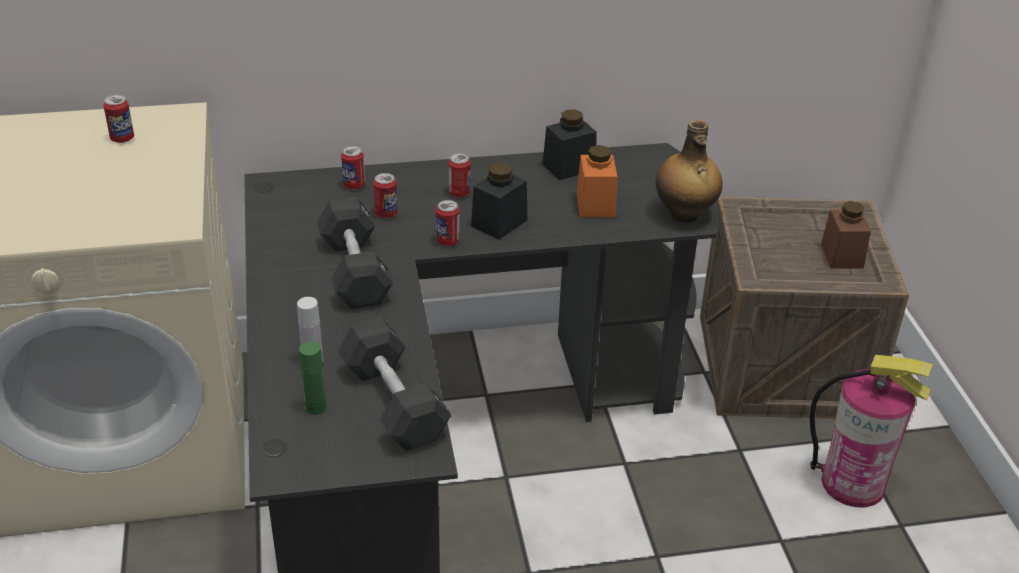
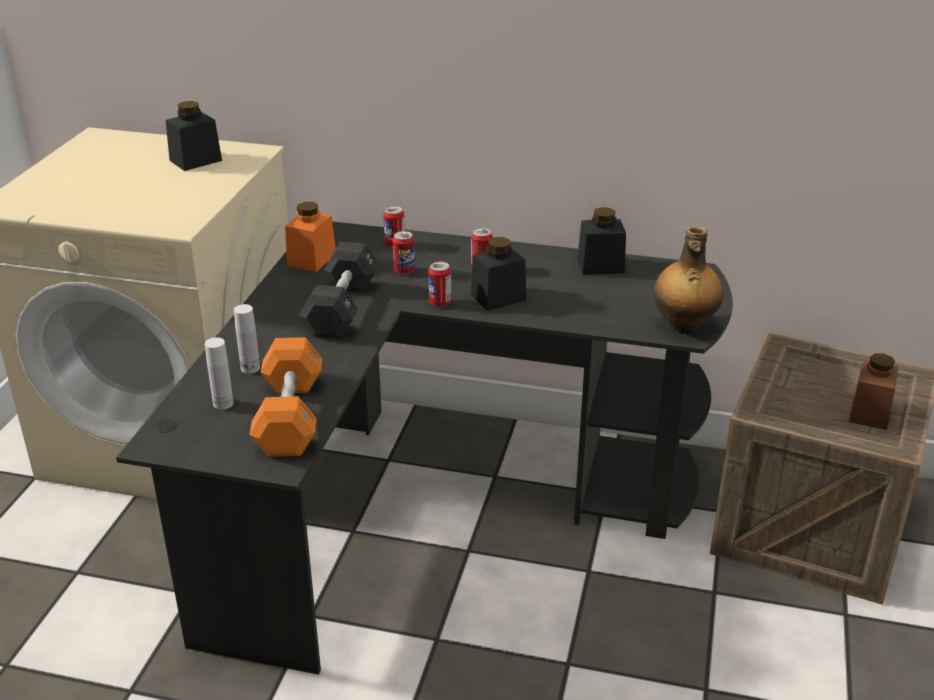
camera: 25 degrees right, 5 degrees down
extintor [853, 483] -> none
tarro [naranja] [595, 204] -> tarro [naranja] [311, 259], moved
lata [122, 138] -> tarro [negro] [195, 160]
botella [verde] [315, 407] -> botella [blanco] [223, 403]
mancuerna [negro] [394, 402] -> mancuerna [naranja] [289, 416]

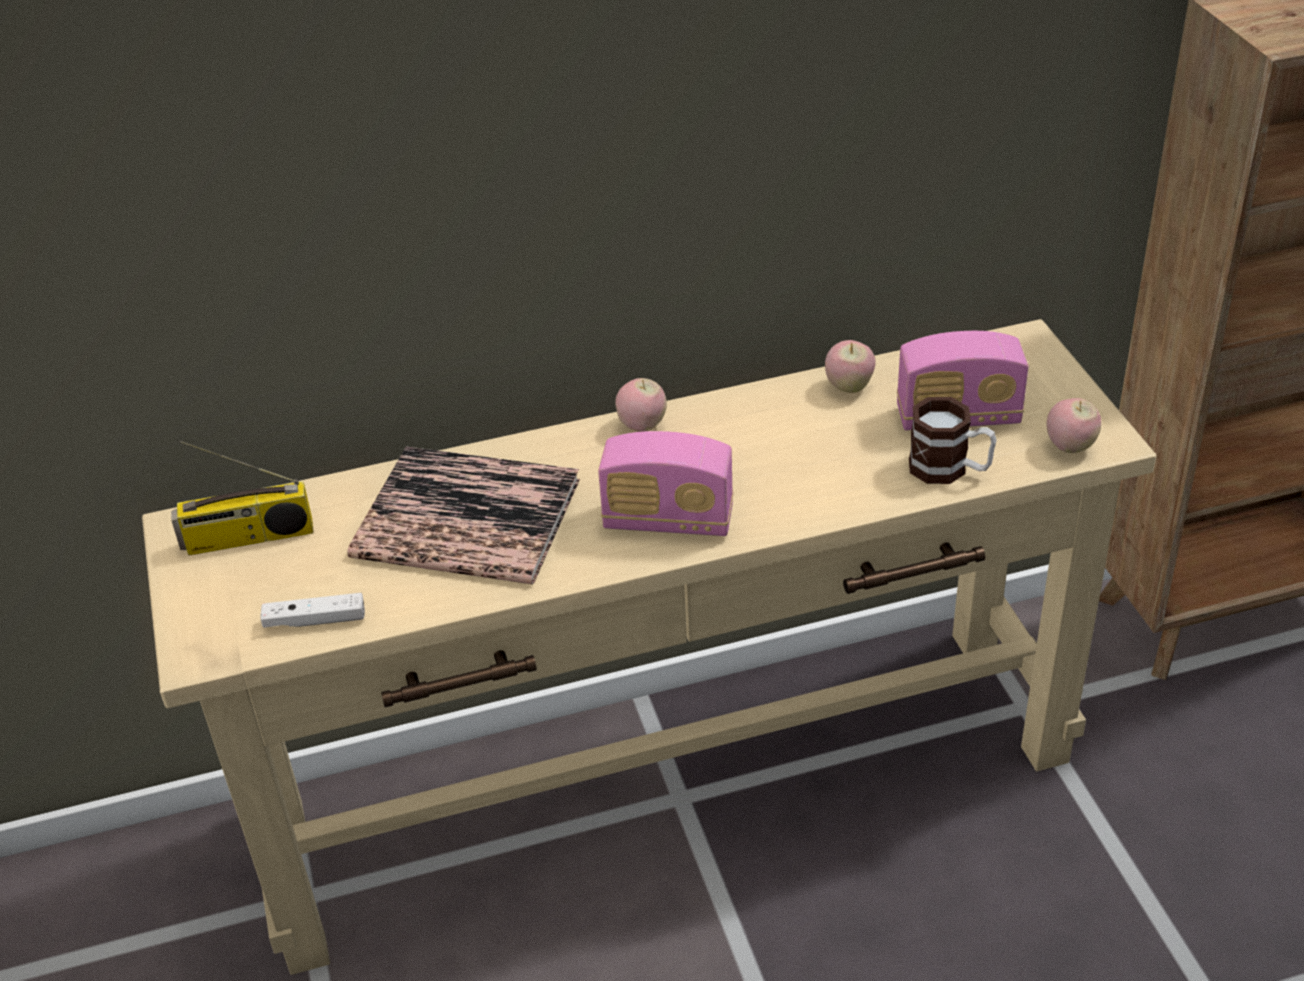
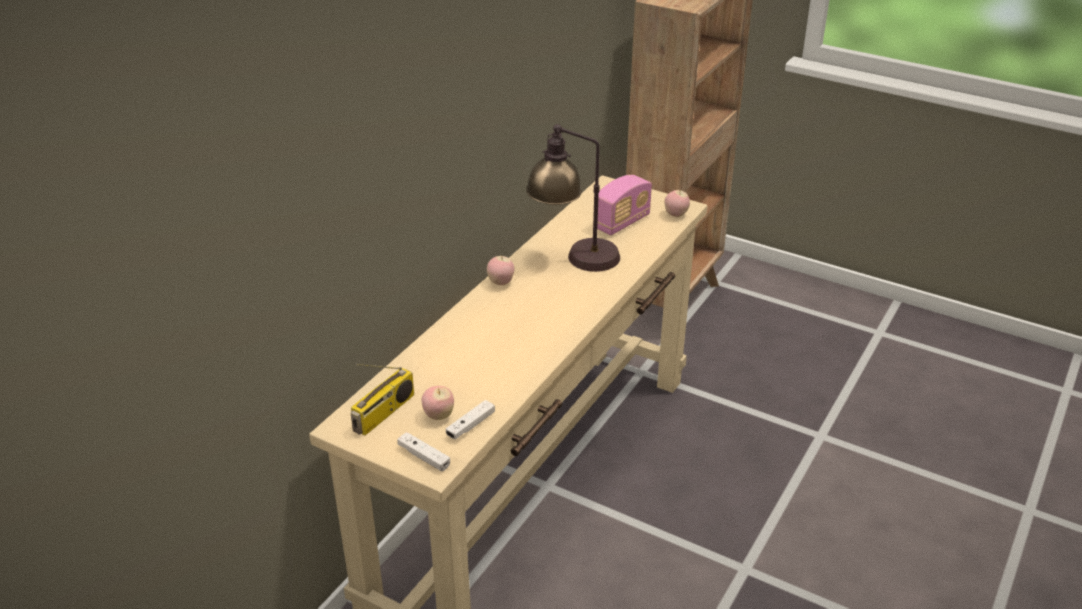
camera: 45 degrees left, 5 degrees down
libro [467, 519] -> none
radio [668, 521] -> none
taza grande [949, 469] -> none
none -> mando de consola [blanco] [424, 457]
none -> lámpara de mesa [573, 258]
manzana [849, 387] -> manzana [439, 415], moved

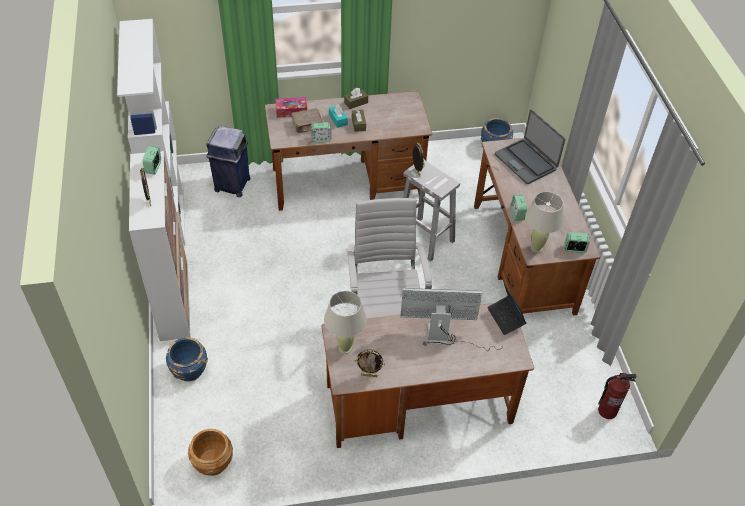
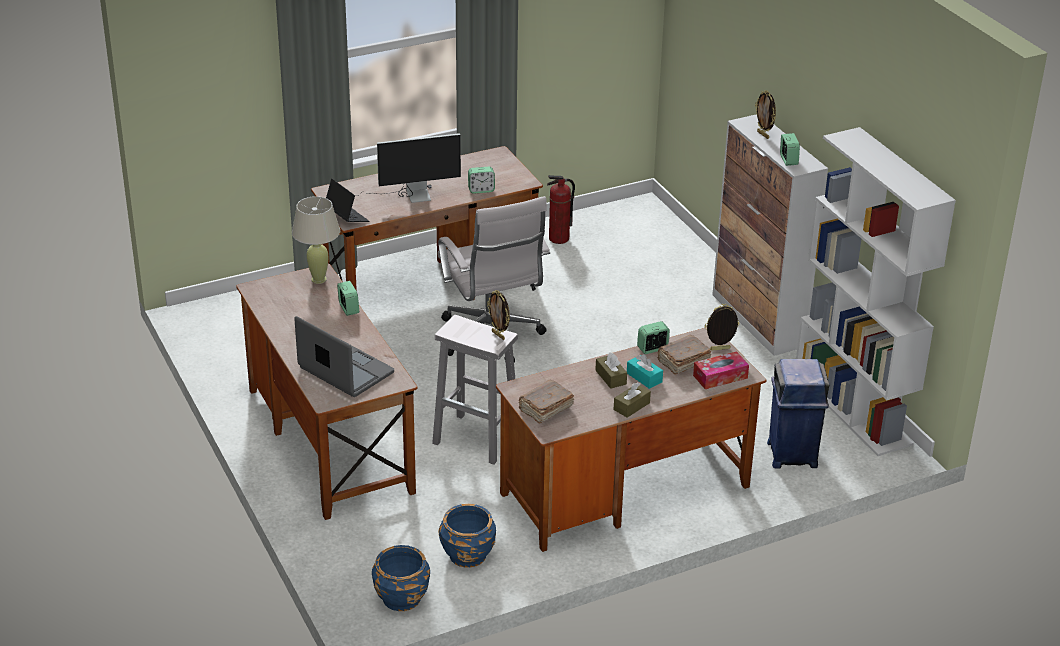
camera: 165 degrees right, 15 degrees down
maceta [marrón] [212, 462] -> none
lámpara de mesa [beis] [345, 348] -> none
none -> libro [marrón] [545, 409]
maceta [azul] [189, 370] -> maceta [azul] [467, 554], moved
portarretratos [369, 375] -> portarretratos [720, 349], moved
despertador [574, 249] -> despertador [481, 190], moved
extintor [607, 410] -> extintor [559, 239], moved

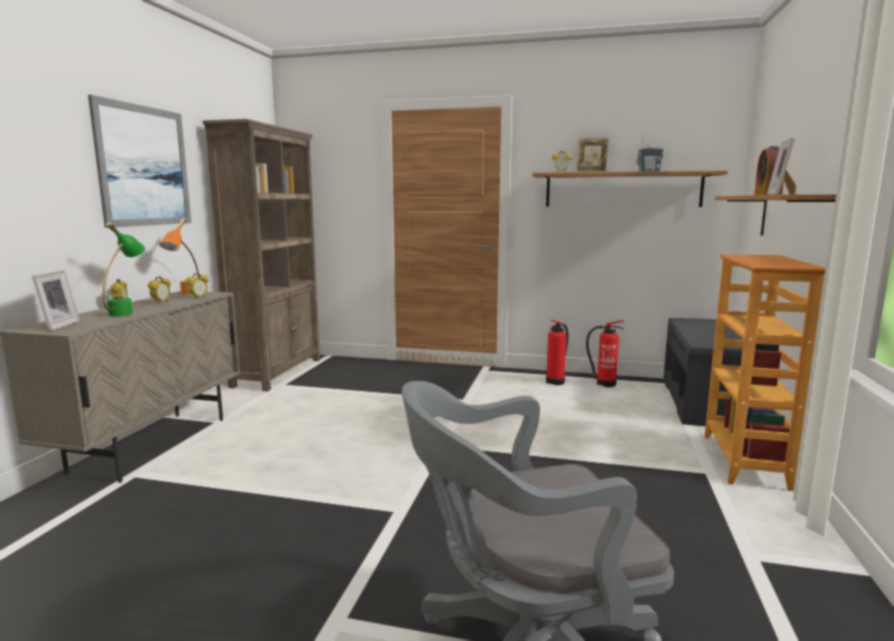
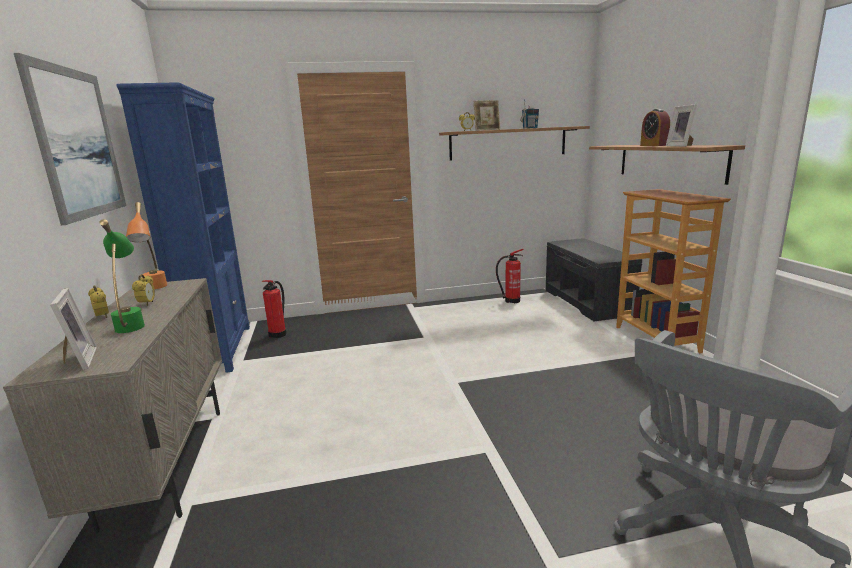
camera: 25 degrees left, 5 degrees up
despertador [198, 298] -> none
extintor [556, 381] -> extintor [279, 334], moved
estantería [marrón] [278, 372] -> estantería [azul] [220, 349]

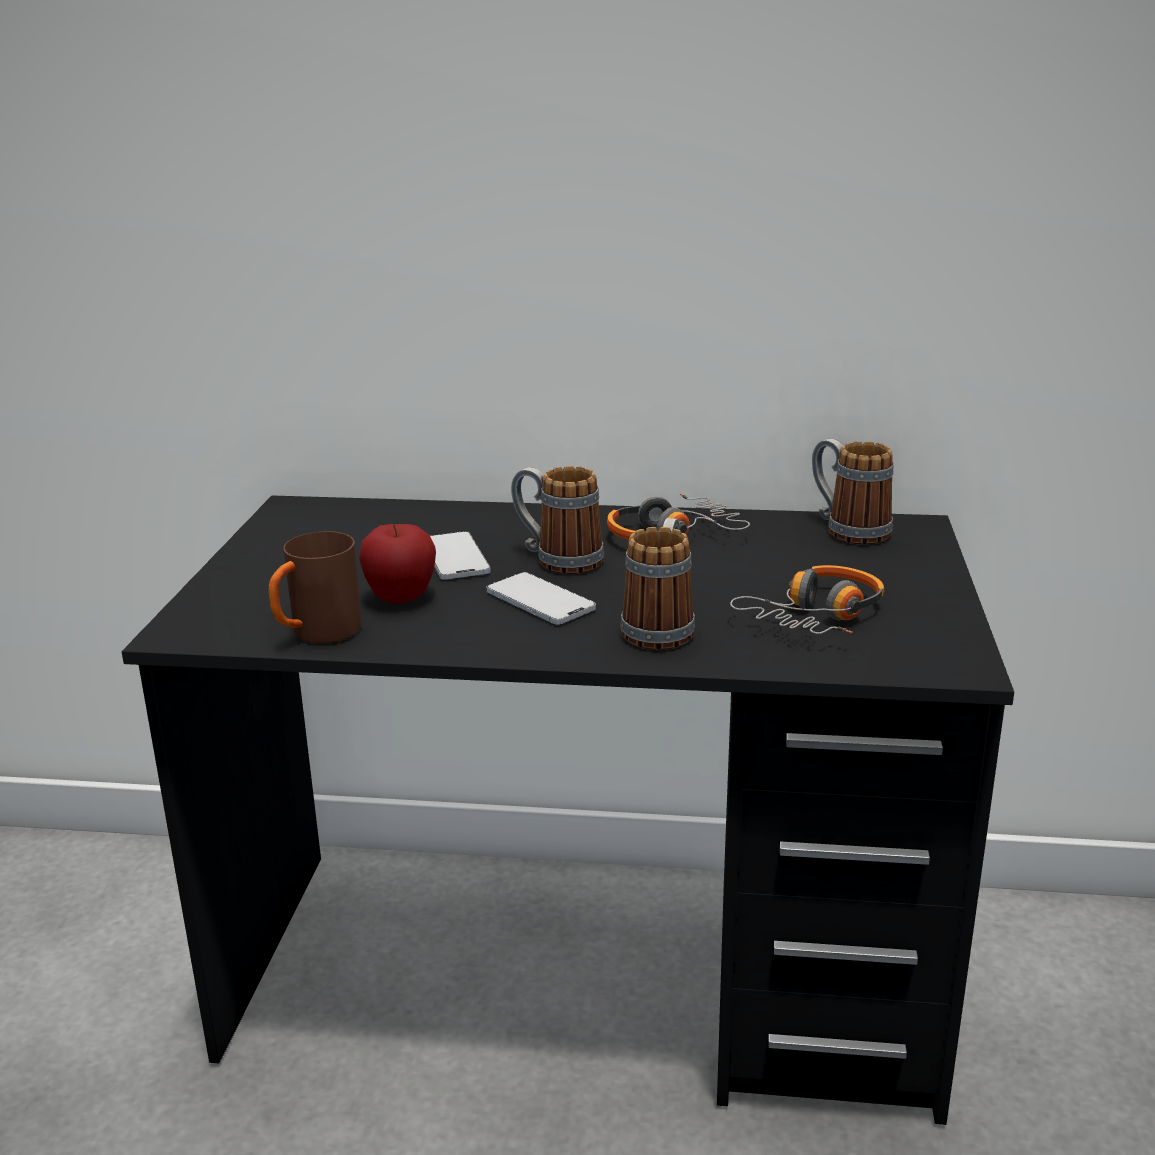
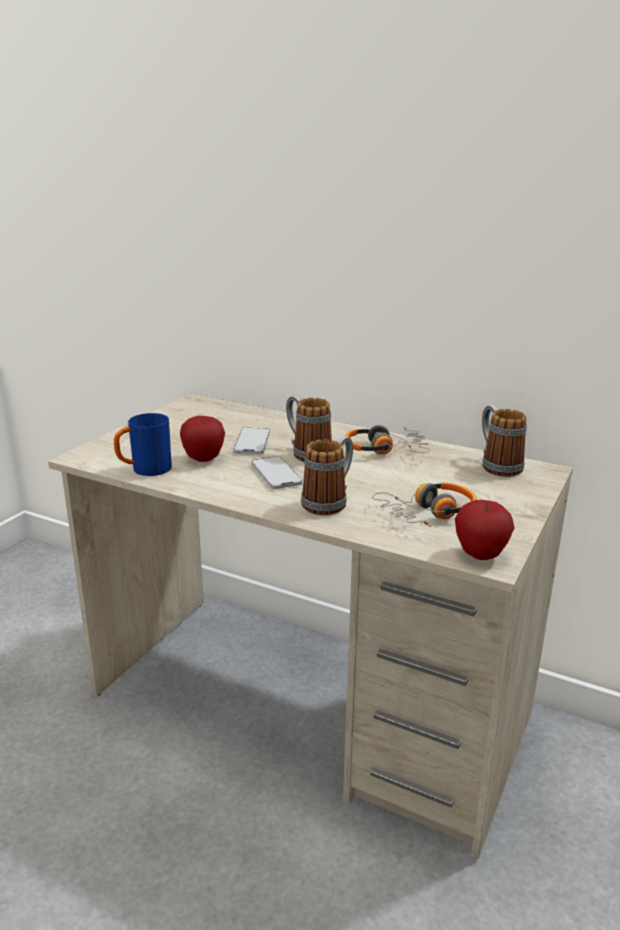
camera: 20 degrees right, 0 degrees up
none -> manzana [480, 555]
escritorio [negro] [586, 977] -> escritorio [beis] [309, 705]
taza grande [marrón] [316, 635] -> taza grande [azul] [144, 470]

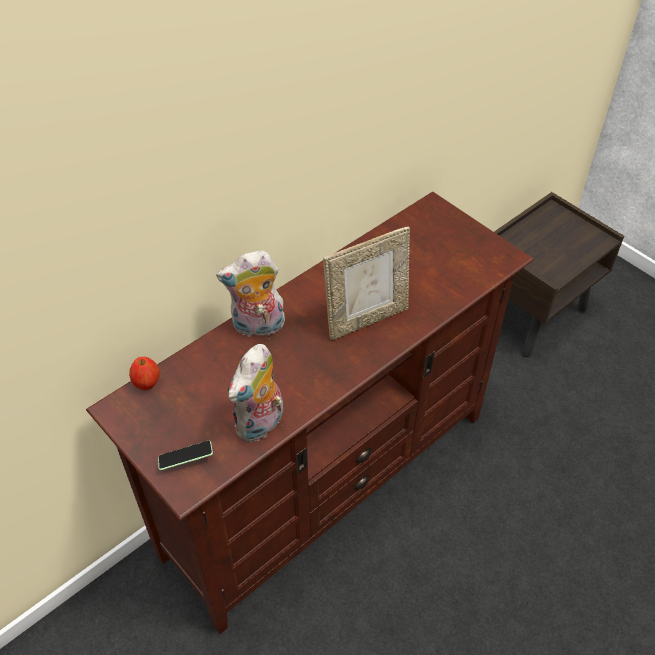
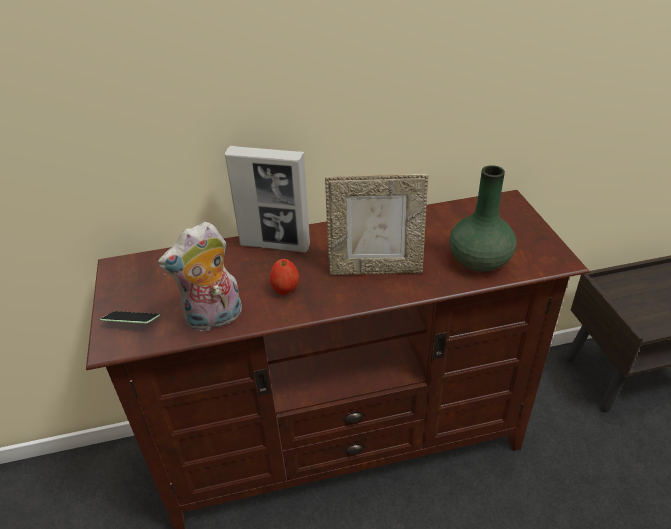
camera: 30 degrees right, 10 degrees down
none -> florero [verde] [480, 261]
manzana [147, 383] -> manzana [285, 290], moved
peluche [257, 327] -> portarretratos [275, 245]

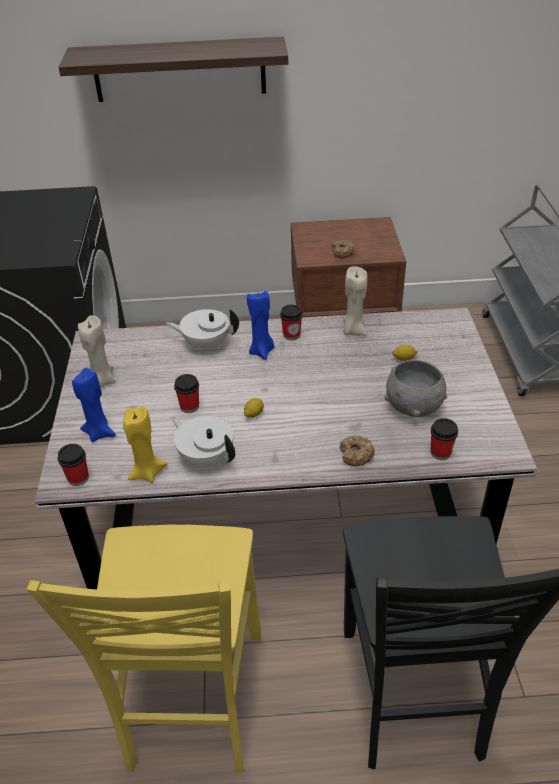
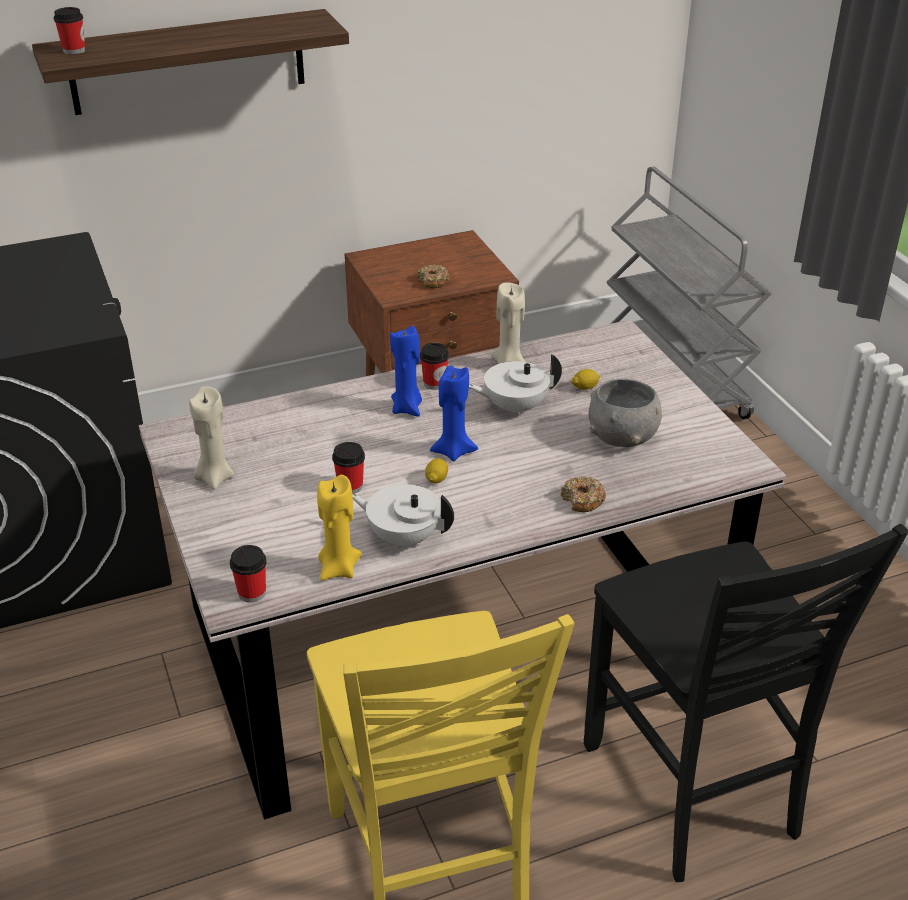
camera: 20 degrees left, 5 degrees down
vela [azul] [99, 432] -> vela [azul] [453, 451], moved
tetera [blanco] [206, 344] -> tetera [blanco] [514, 407], moved
taza [440, 452] -> taza [74, 50], moved

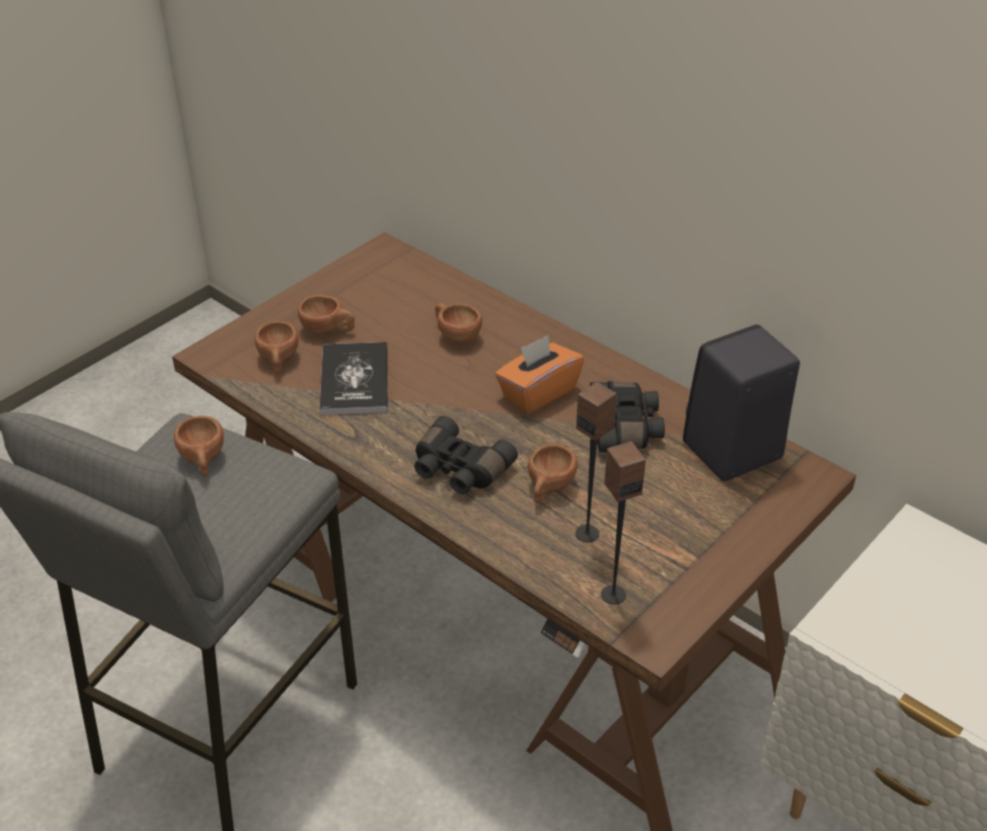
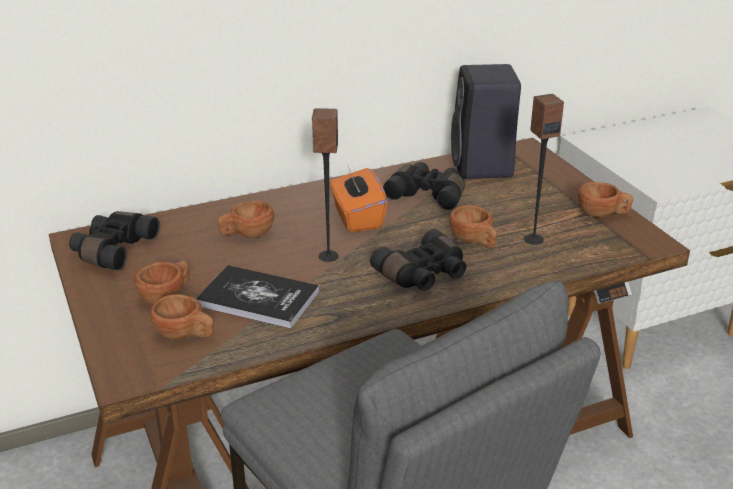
camera: 65 degrees left, 10 degrees down
none -> prismáticos [negro] [112, 250]
taza [marrón] [203, 461] -> taza [marrón] [602, 214], moved
altavoz [613, 594] -> altavoz [328, 256], moved

